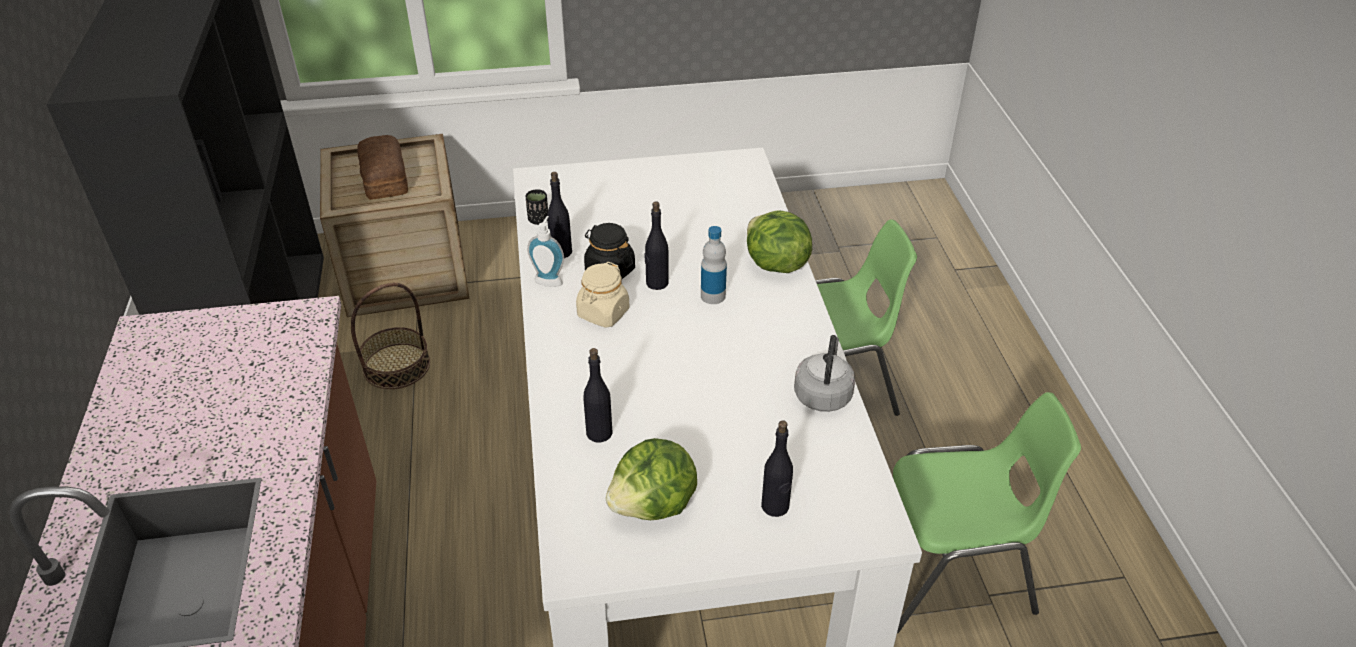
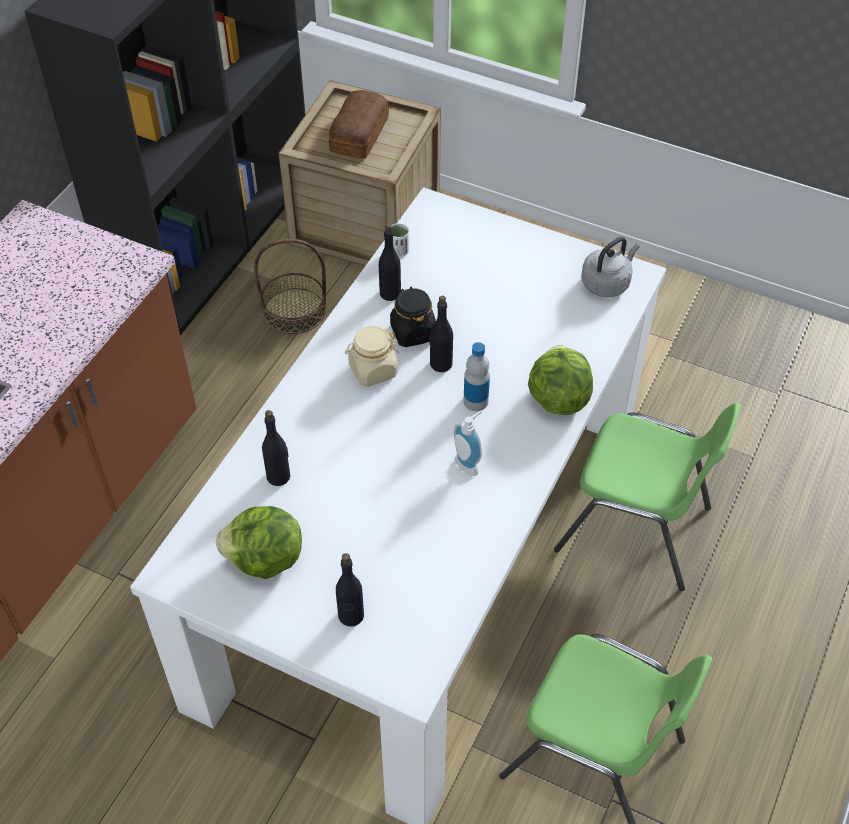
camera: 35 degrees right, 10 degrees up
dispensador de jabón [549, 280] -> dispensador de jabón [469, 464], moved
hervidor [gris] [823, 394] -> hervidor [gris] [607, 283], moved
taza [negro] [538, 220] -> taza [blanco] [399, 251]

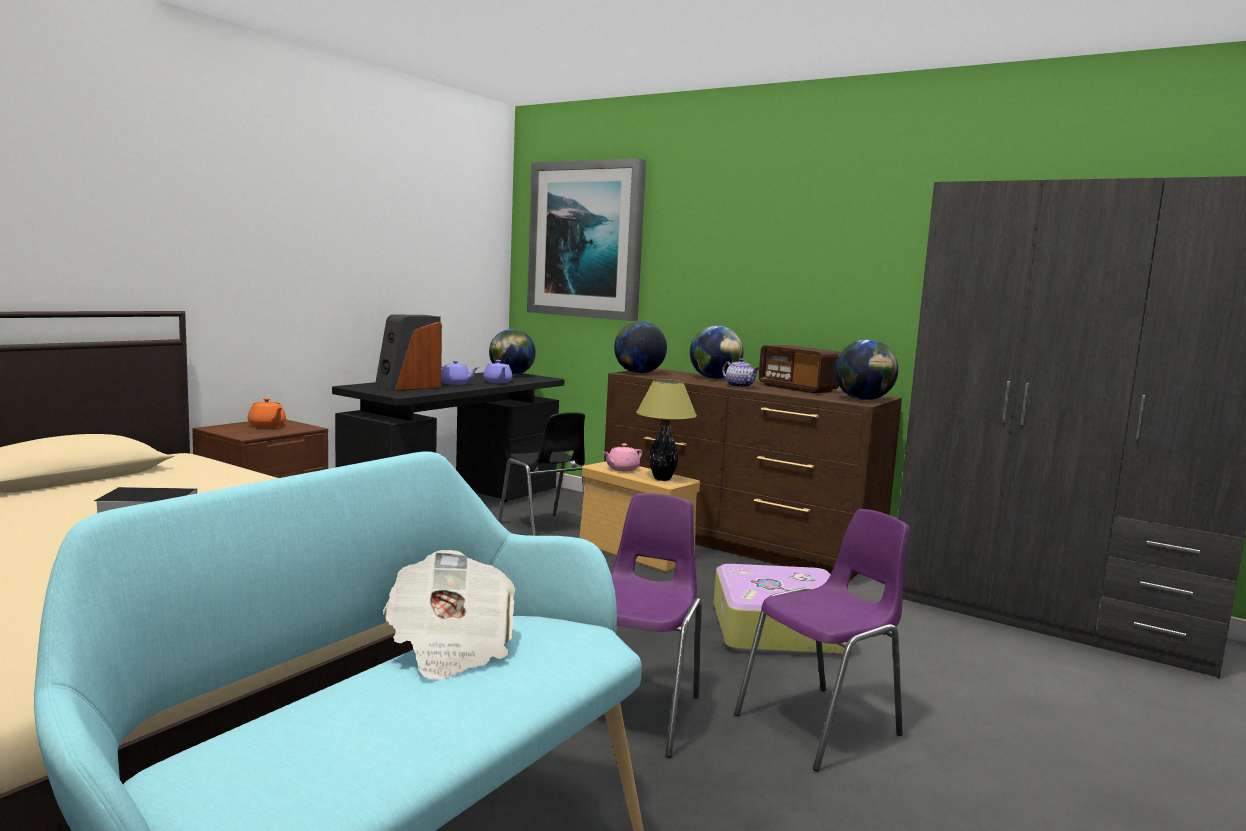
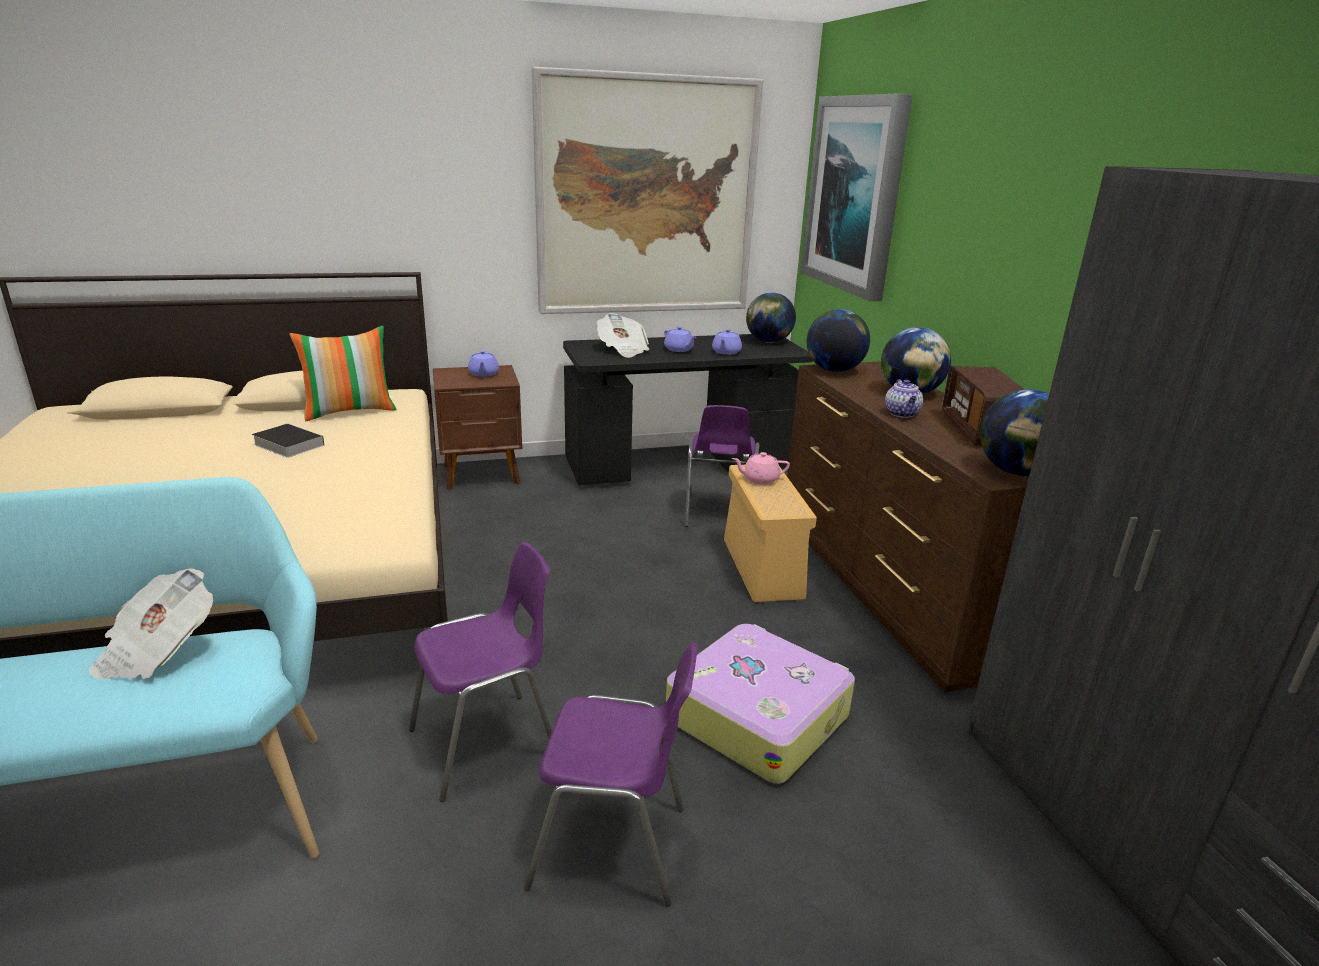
camera: 40 degrees right, 15 degrees up
lámpara de mesa [662, 479] -> none
none -> cojín [350, 411]
none -> cuadro [646, 197]
altavoz [408, 387] -> periódico [622, 350]
tetera [naranja] [267, 425] -> tetera [morado] [483, 374]
silla [negro] [544, 529] -> silla [morado] [718, 514]

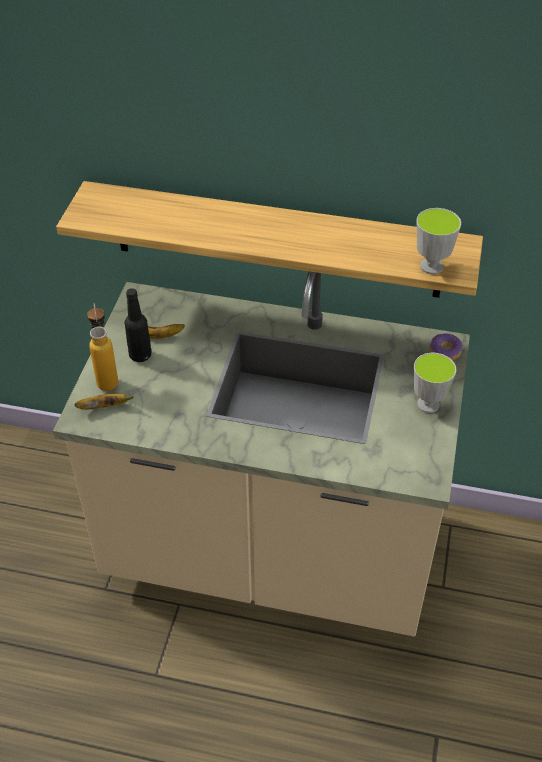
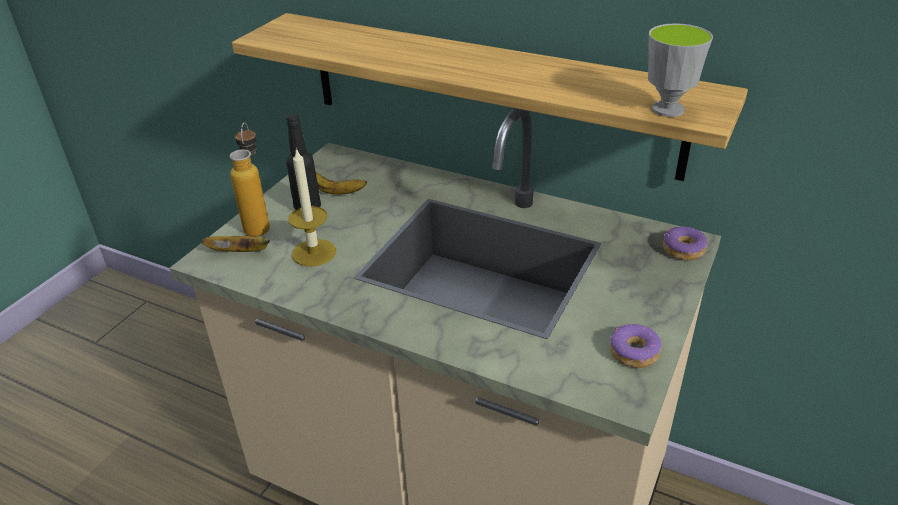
camera: 15 degrees right, 10 degrees down
taza [428, 404] -> none
none -> vela [314, 252]
none -> rosquilla [634, 353]

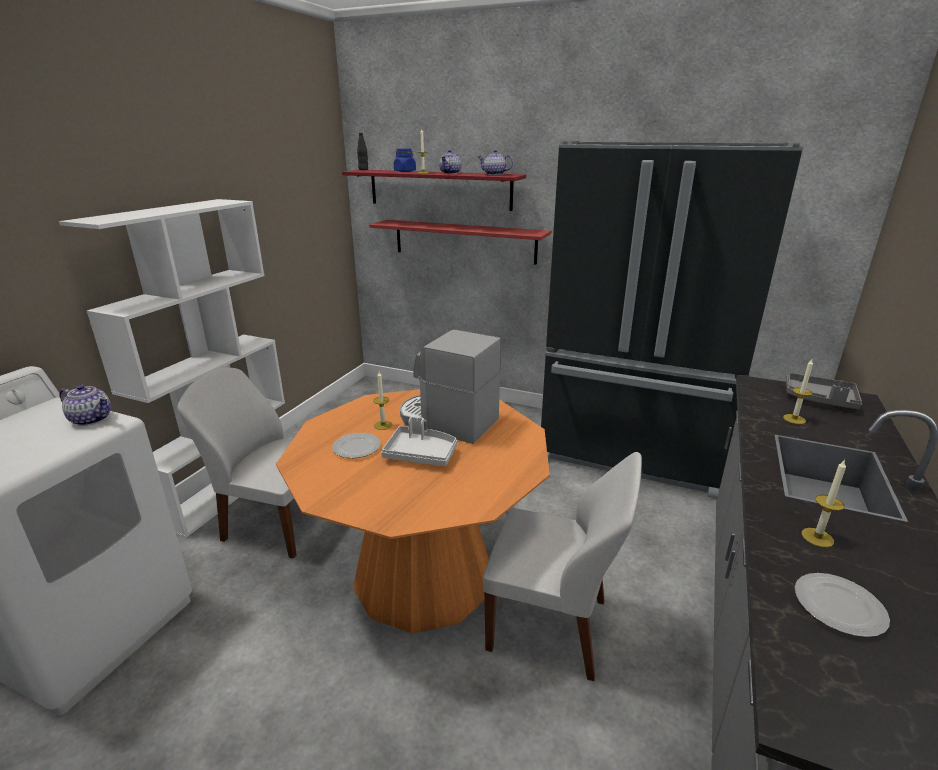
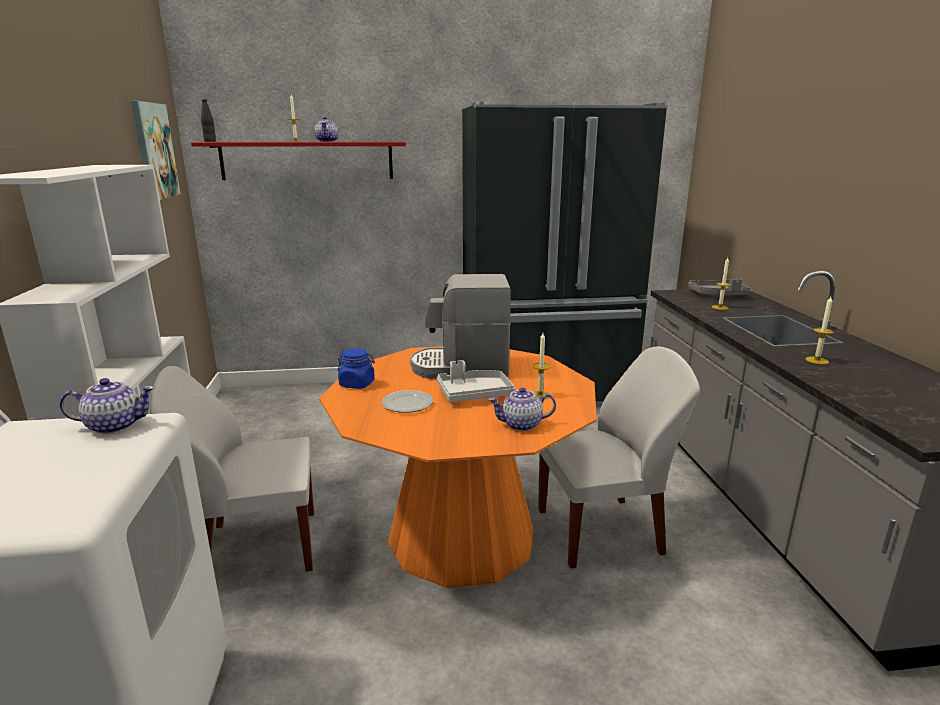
camera: 30 degrees left, 5 degrees down
estante [rojo] [464, 241] -> none
plato [839, 607] -> none
none -> cuadro [154, 151]
vela [383, 425] -> vela [540, 395], moved
tarro [azul] [405, 171] -> tarro [azul] [357, 384], moved
tetera [494, 174] -> tetera [521, 425], moved

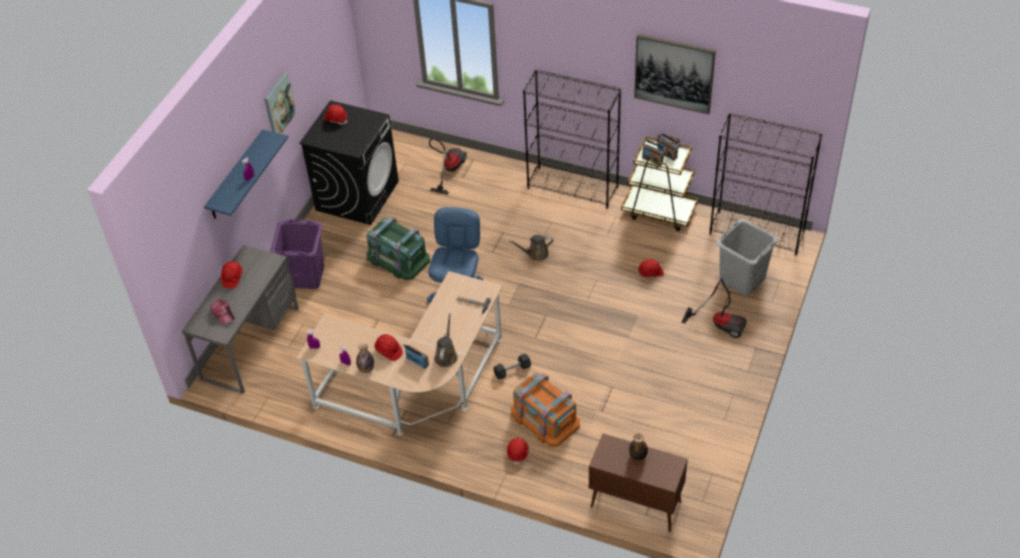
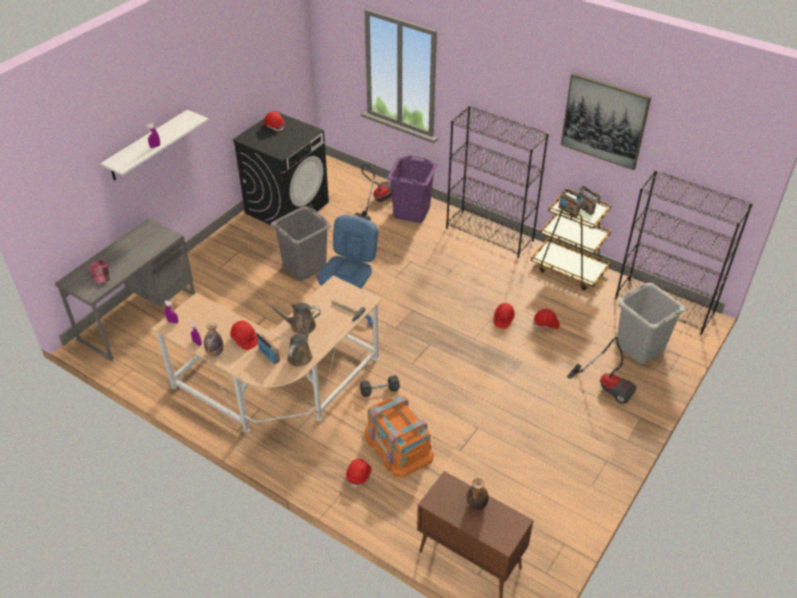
camera: 10 degrees right, 5 degrees down
cuadro [279, 105] -> none
casco [rojo] [232, 278] -> casco [rojo] [503, 319], moved
cesto de la ropa [morado] [305, 276] -> cesto de la ropa [morado] [412, 212], moved
regadera [marrón] [536, 254] -> regadera [marrón] [300, 326], moved
caja de almacenaje [verde] [398, 258] -> cesto de la ropa [gris] [304, 266]
estante [azul] [236, 176] -> estante [blanco] [147, 146]

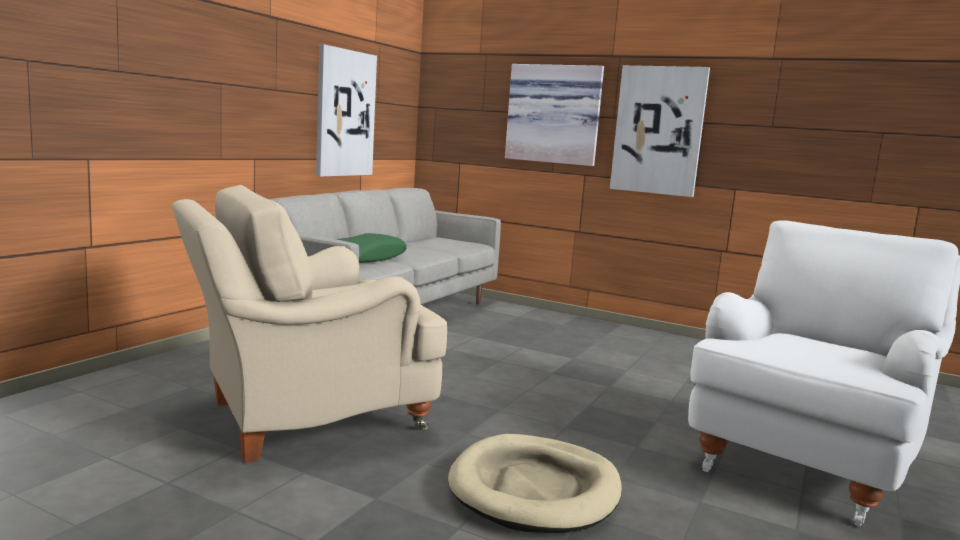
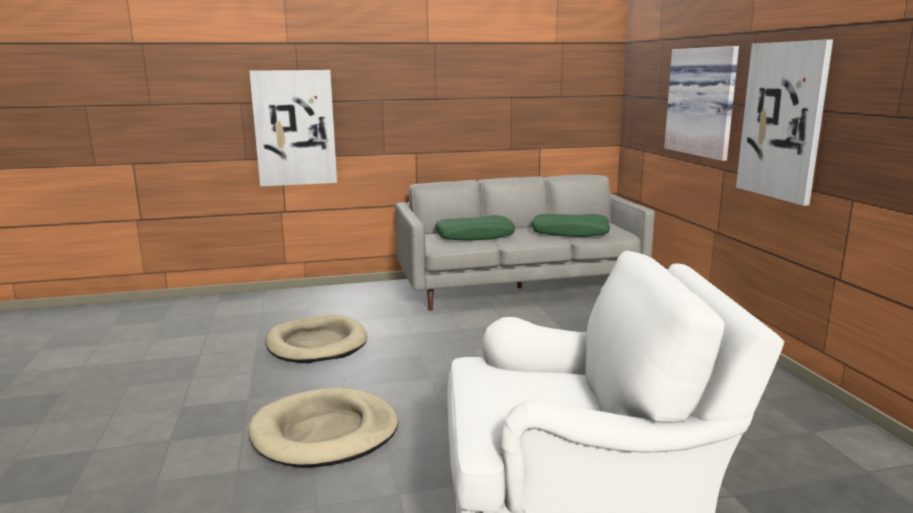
camera: 50 degrees right, 5 degrees up
none -> cojín [verde] [570, 233]
cuadro [345, 113] -> cuadro [294, 128], moved
sillón [beis] [306, 418] -> cama para perro [beis] [316, 344]

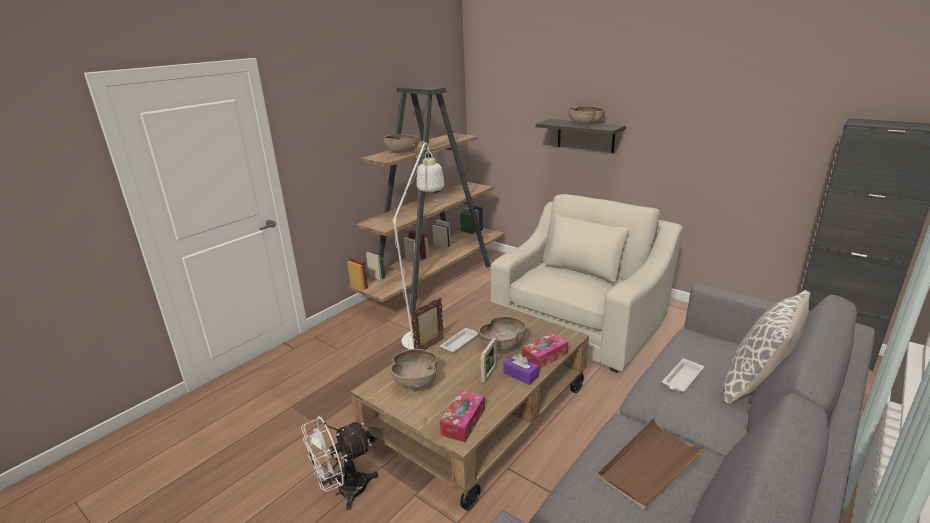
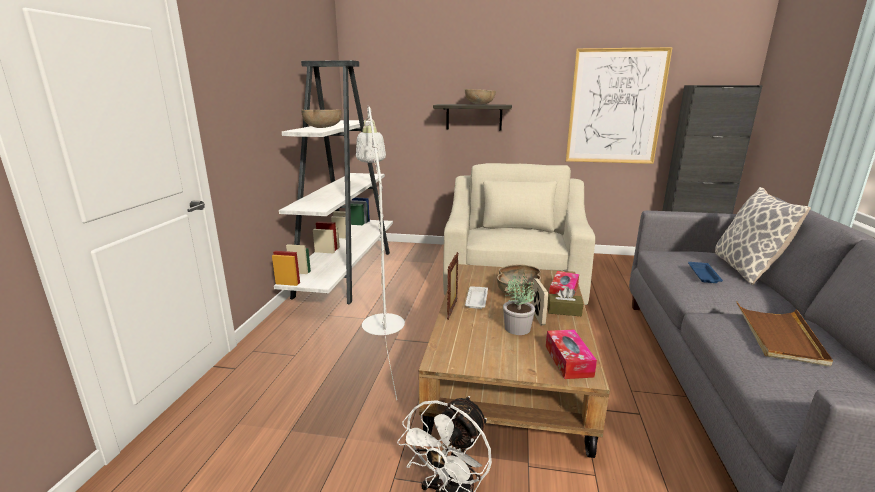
camera: 30 degrees left, 5 degrees down
cuenco [marrón] [415, 381] -> none
none -> planta en maceta [517, 328]
none -> cuadro [615, 107]
estantería [marrón] [435, 280] -> estantería [blanco] [346, 272]
caja de pañuelos [morado] [521, 375] -> caja de pañuelos [marrón] [564, 311]
bandeja [blanco] [682, 379] -> bandeja [azul] [704, 275]

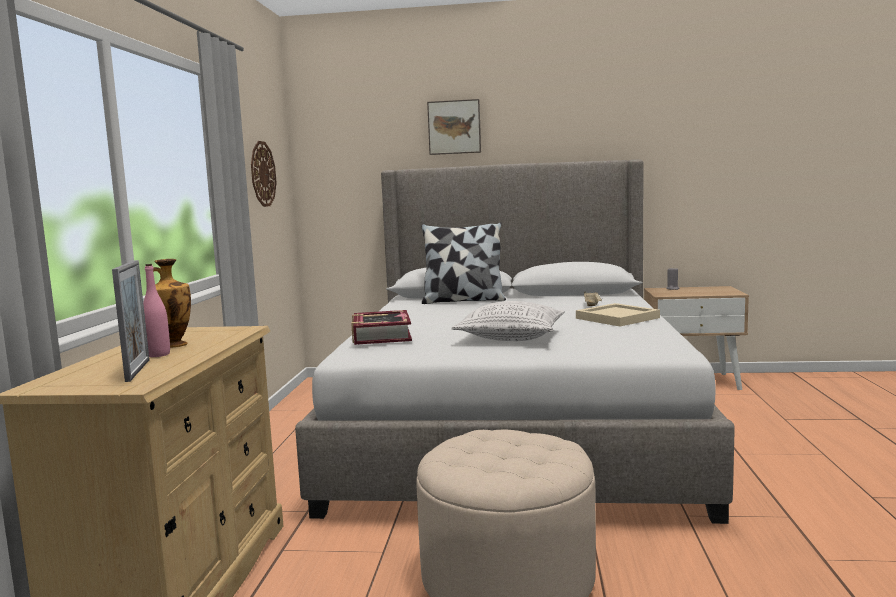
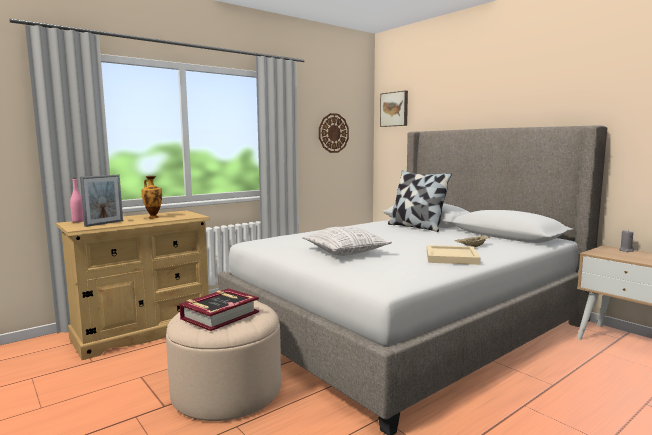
camera: 45 degrees right, 0 degrees up
botella [rosa] [158, 354] -> botella [rosa] [78, 221], moved
libro [381, 336] -> libro [220, 315], moved
cuadro [454, 127] -> cuadro [394, 109], moved

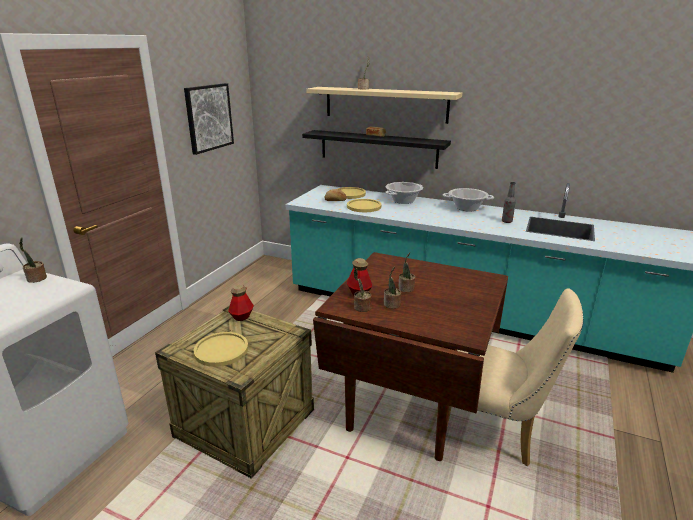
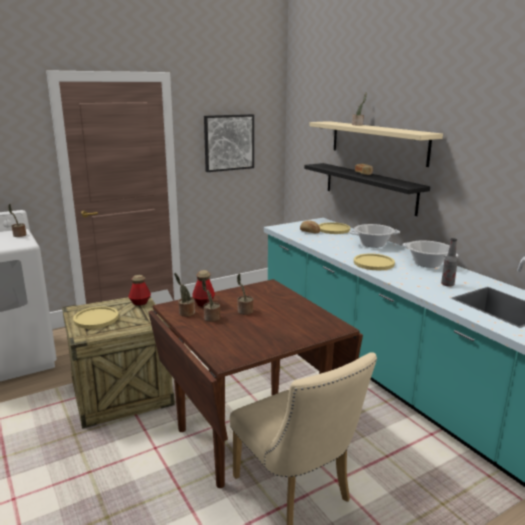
camera: 35 degrees right, 5 degrees down
plato [amarillo] [364, 206] -> plato [amarillo] [373, 263], moved

